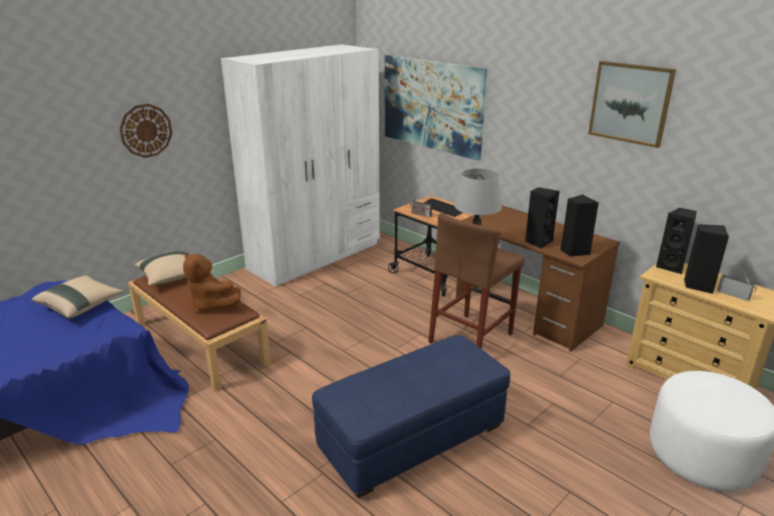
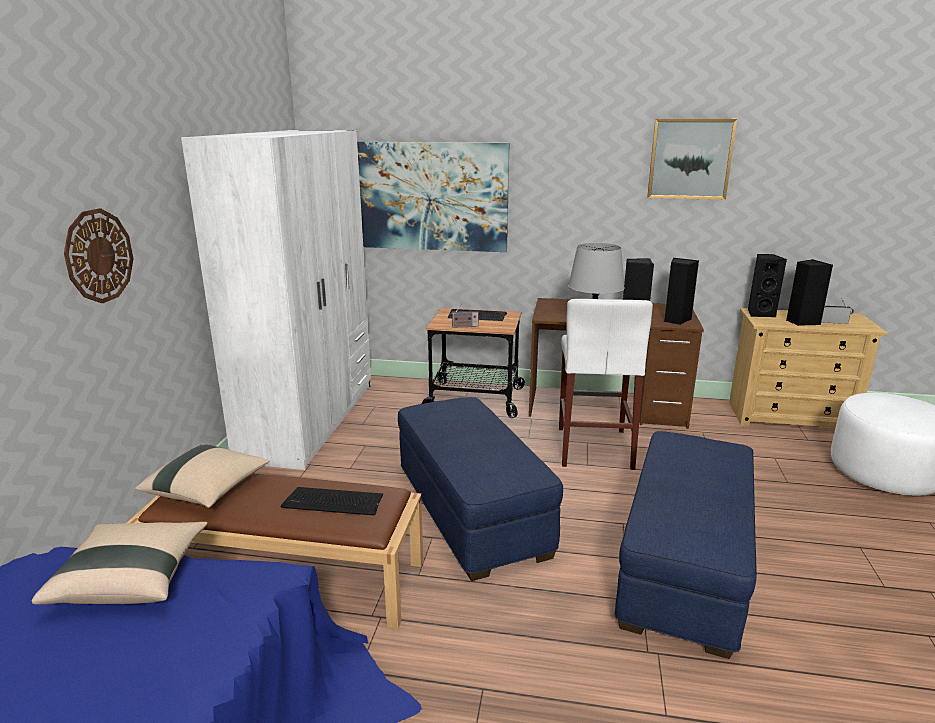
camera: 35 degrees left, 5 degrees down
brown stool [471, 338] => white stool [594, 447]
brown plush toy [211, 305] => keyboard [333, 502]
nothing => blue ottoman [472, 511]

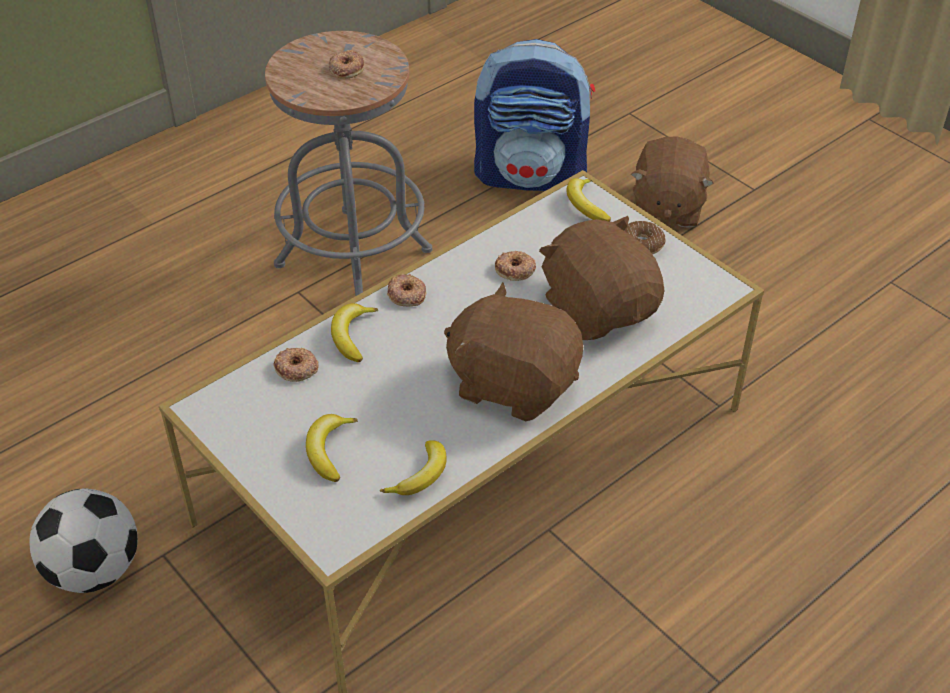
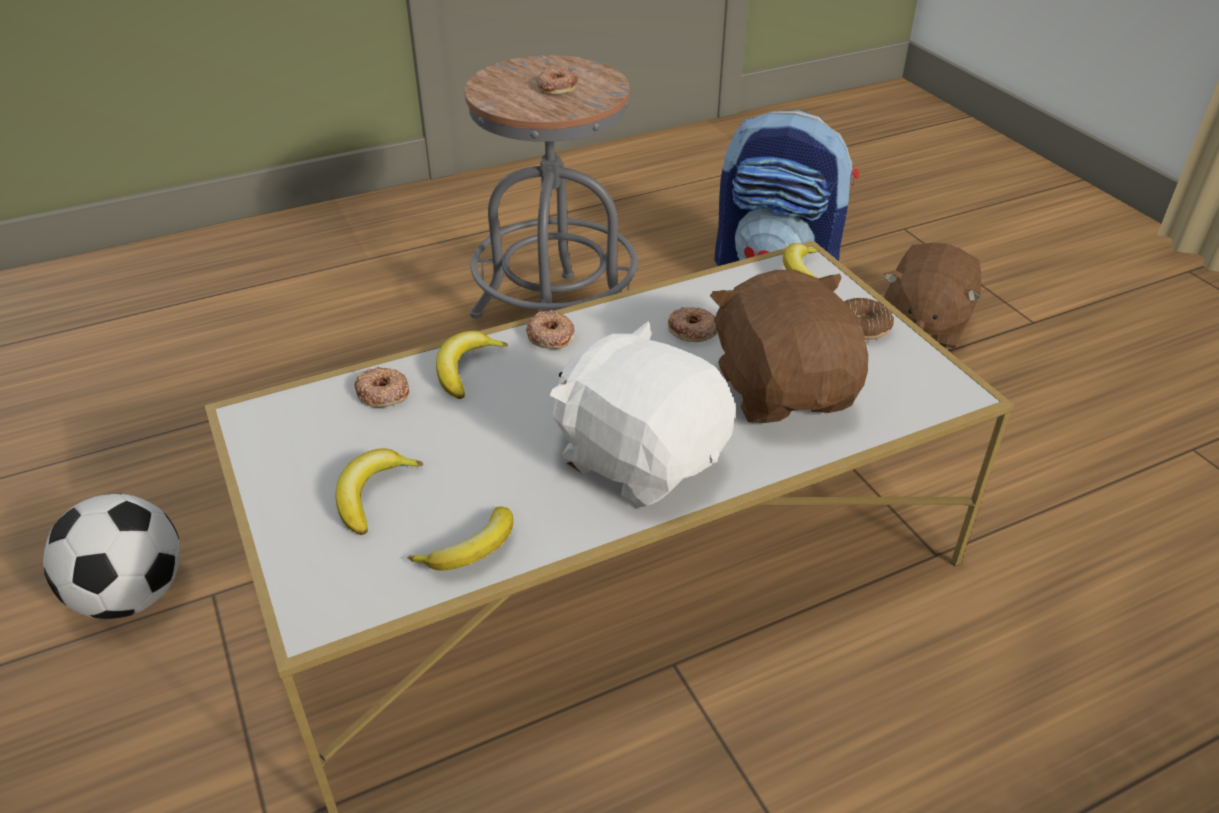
camera: 15 degrees right, 5 degrees down
brown plush toy [513, 383] => white plush toy [640, 458]

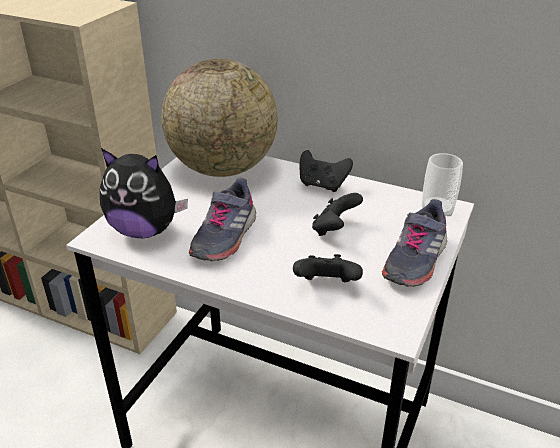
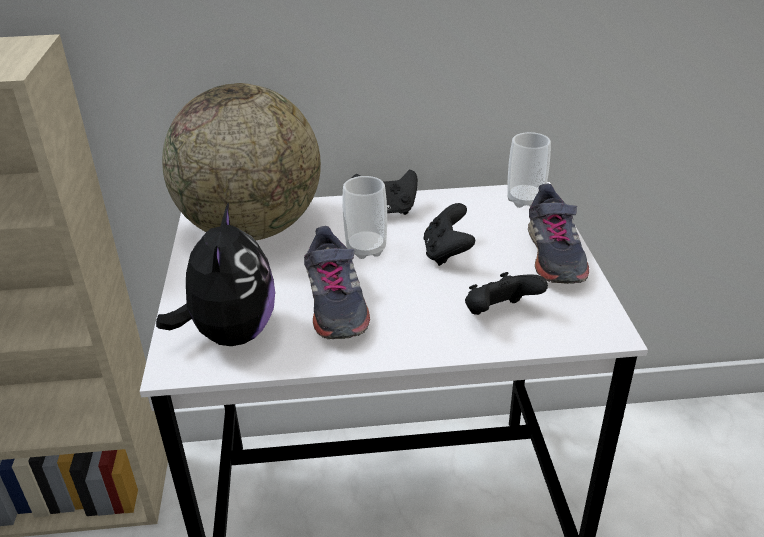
camera: 30 degrees left, 0 degrees up
plush toy [145, 230] => plush toy [230, 333], 75 degrees counterclockwise
nothing => cup [366, 249]

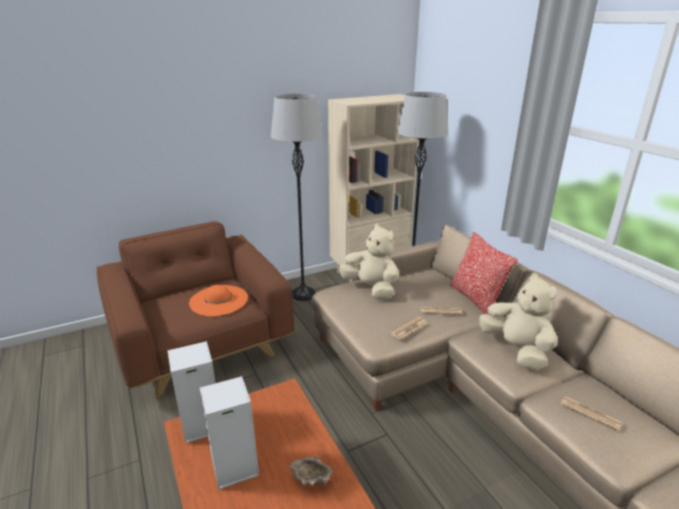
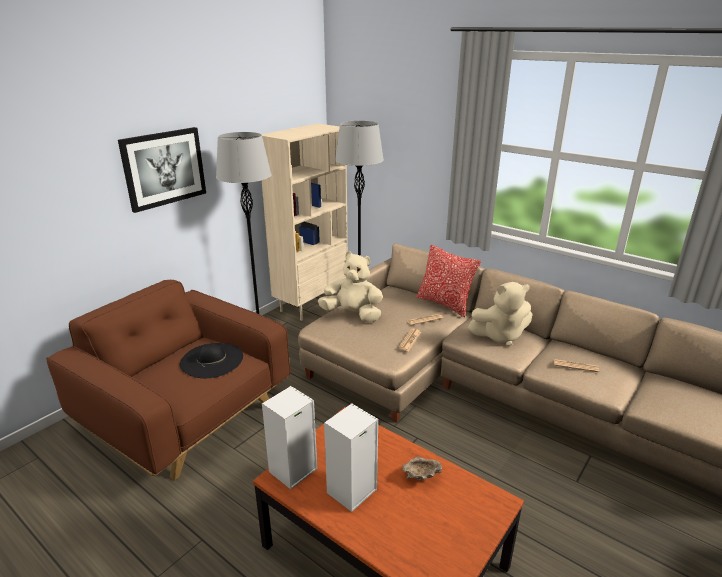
camera: 25 degrees left, 0 degrees up
beige plush toy [516, 350] => beige plush toy [500, 336], 135 degrees clockwise
orange hat [218, 300] => black hat [211, 360]
nothing => picture [164, 168]

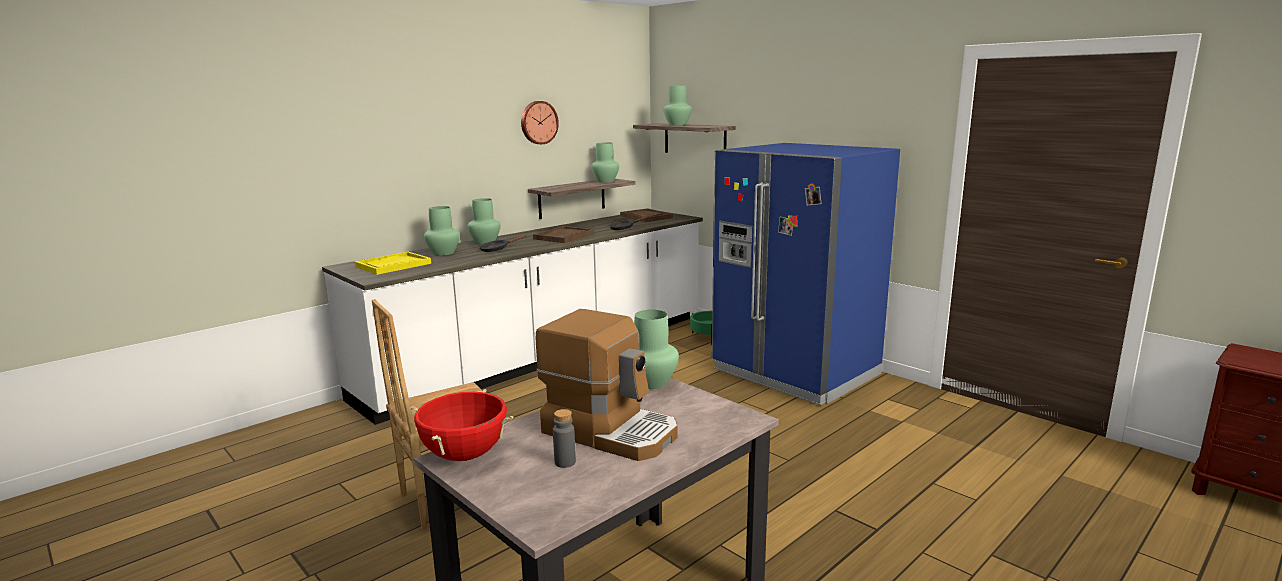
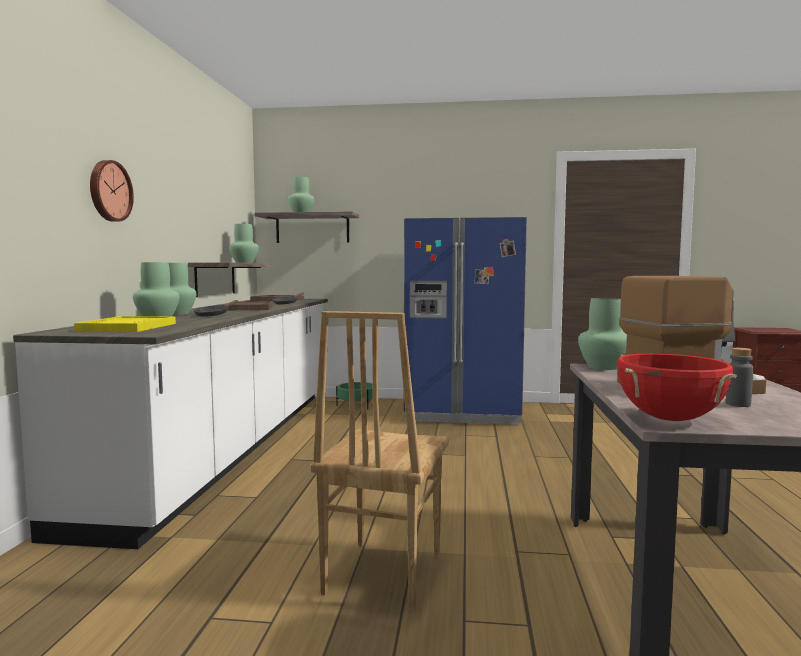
camera: 40 degrees left, 10 degrees down
wall clock [538, 122] => wall clock [109, 191], relocated

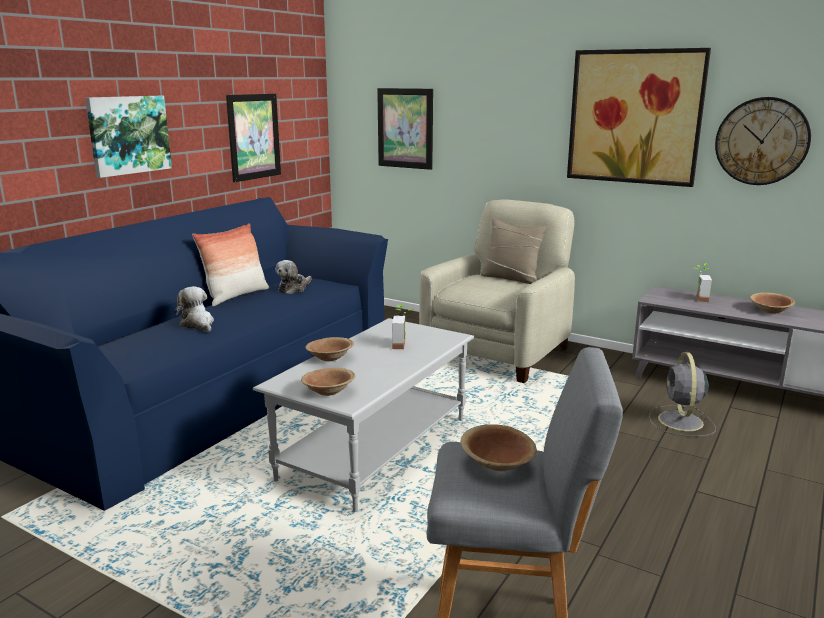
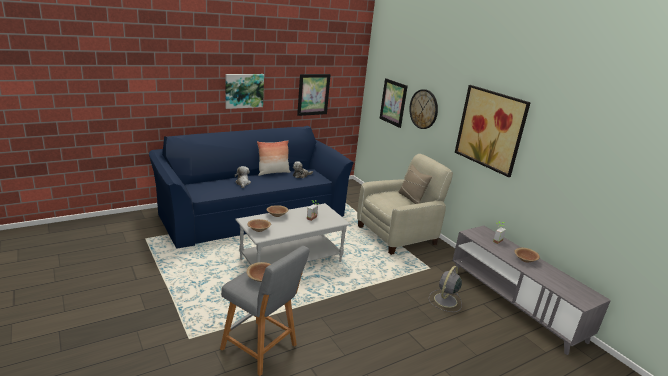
camera: 25 degrees right, 5 degrees up
wall clock [762, 141] => wall clock [424, 109], relocated

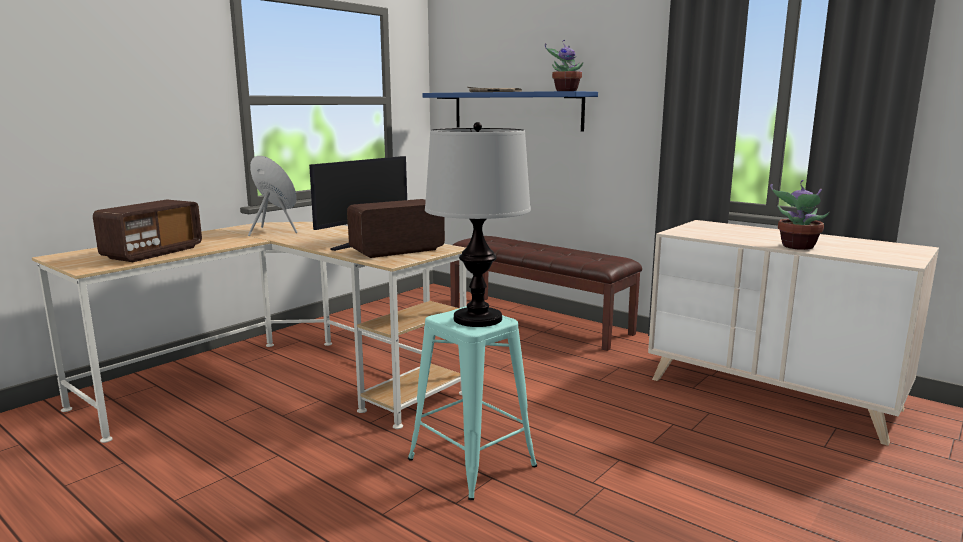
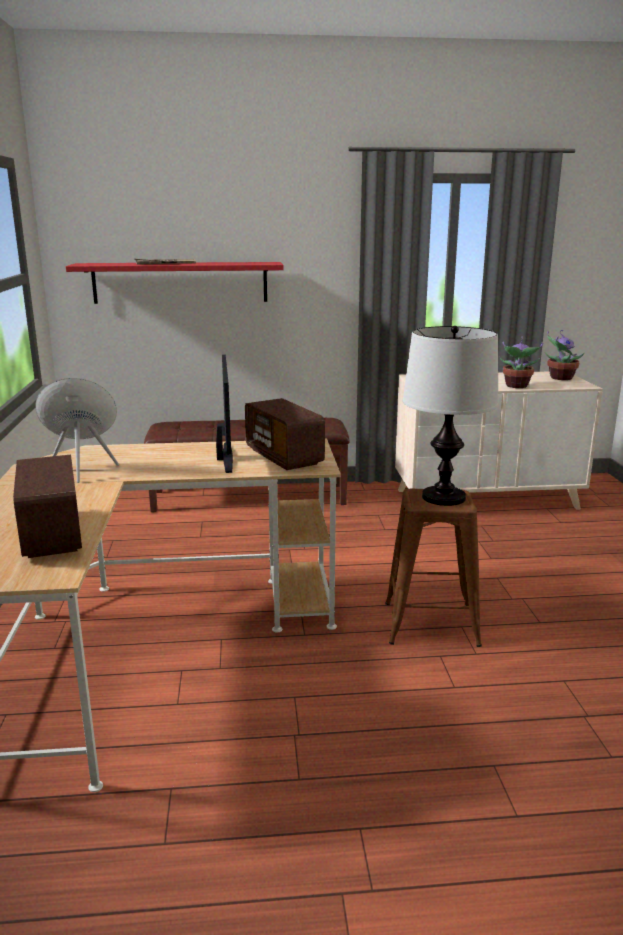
camera: 45 degrees left, 5 degrees up
potted plant [565, 91] => potted plant [559, 378], relocated
blue shelf [516, 111] => red shelf [180, 282]
radio [397, 250] => radio [284, 456], 45 degrees counterclockwise
turquoise stool [471, 462] => brown stool [431, 624]

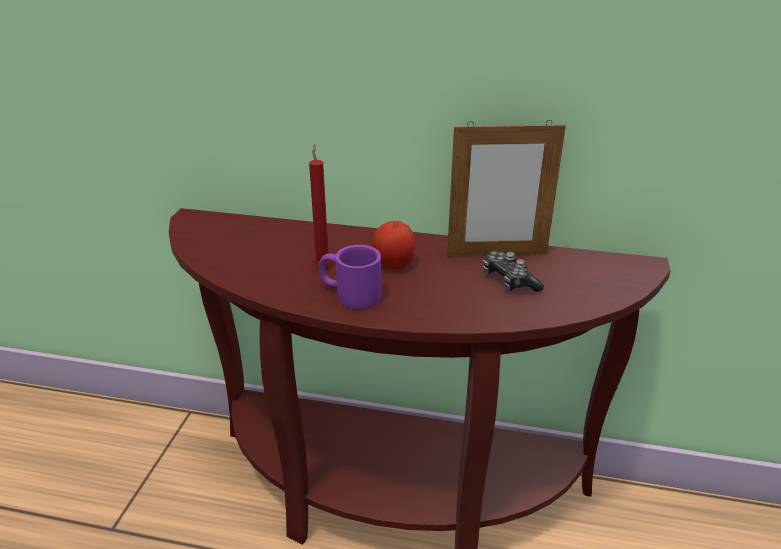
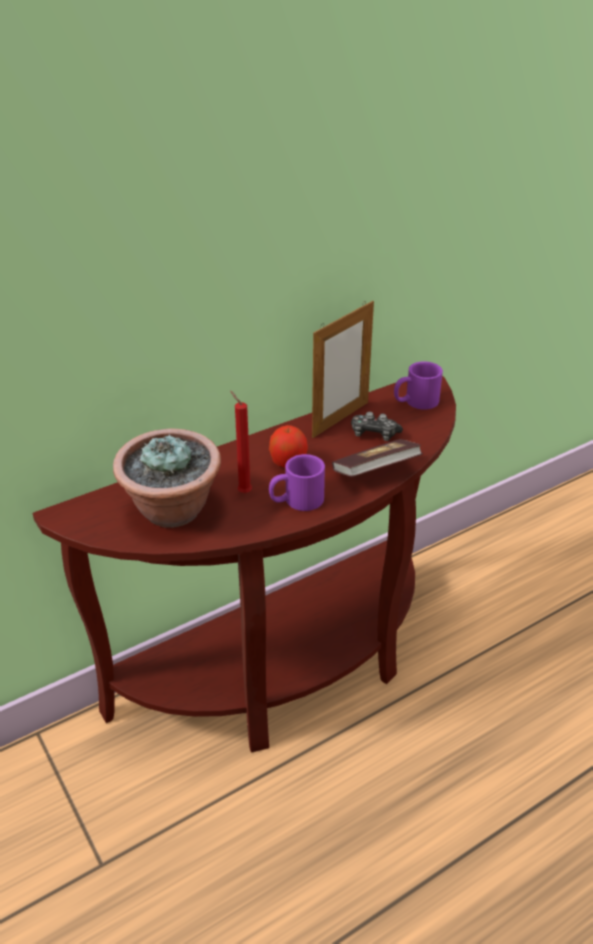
camera: 45 degrees left, 5 degrees up
nothing => purple mug [415, 402]
nothing => potted plant [173, 511]
nothing => book [375, 472]

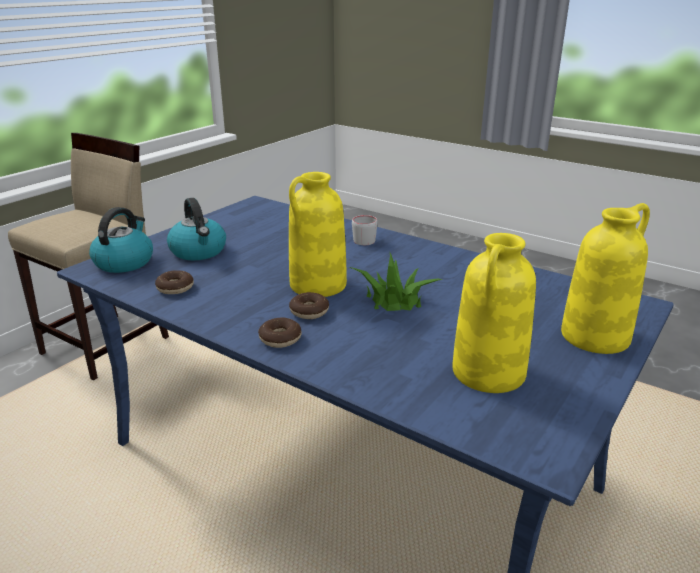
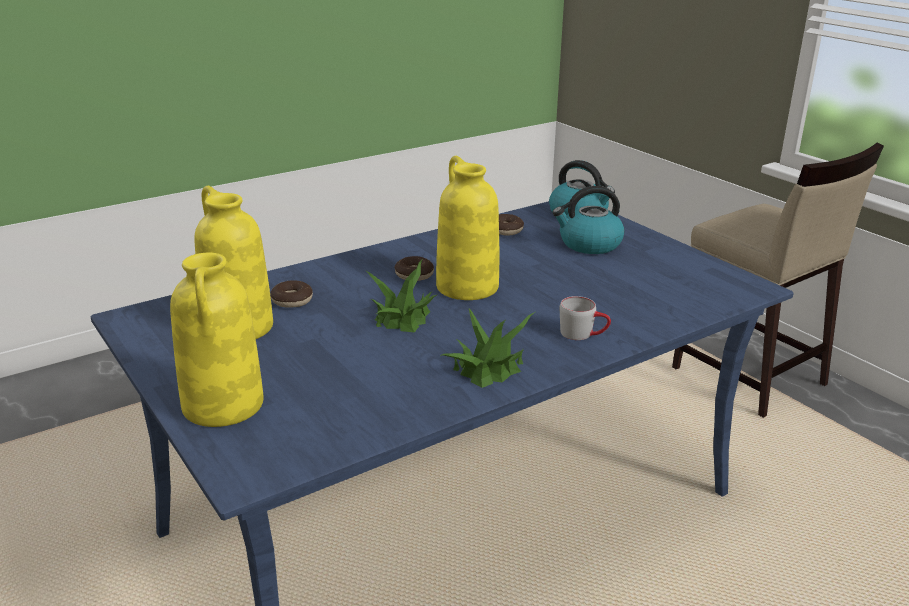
camera: 110 degrees right, 0 degrees up
donut [280, 339] => donut [292, 300], relocated
nothing => potted plant [489, 368]

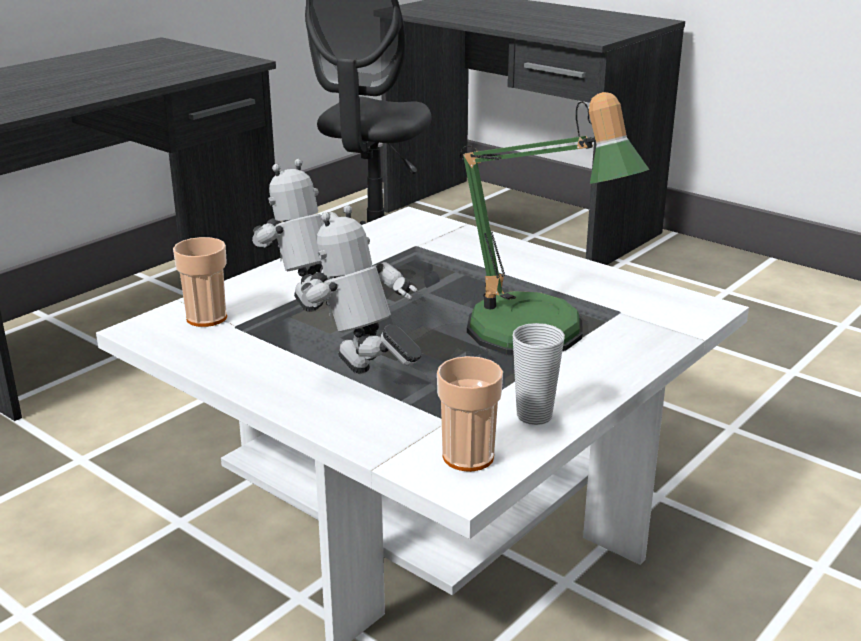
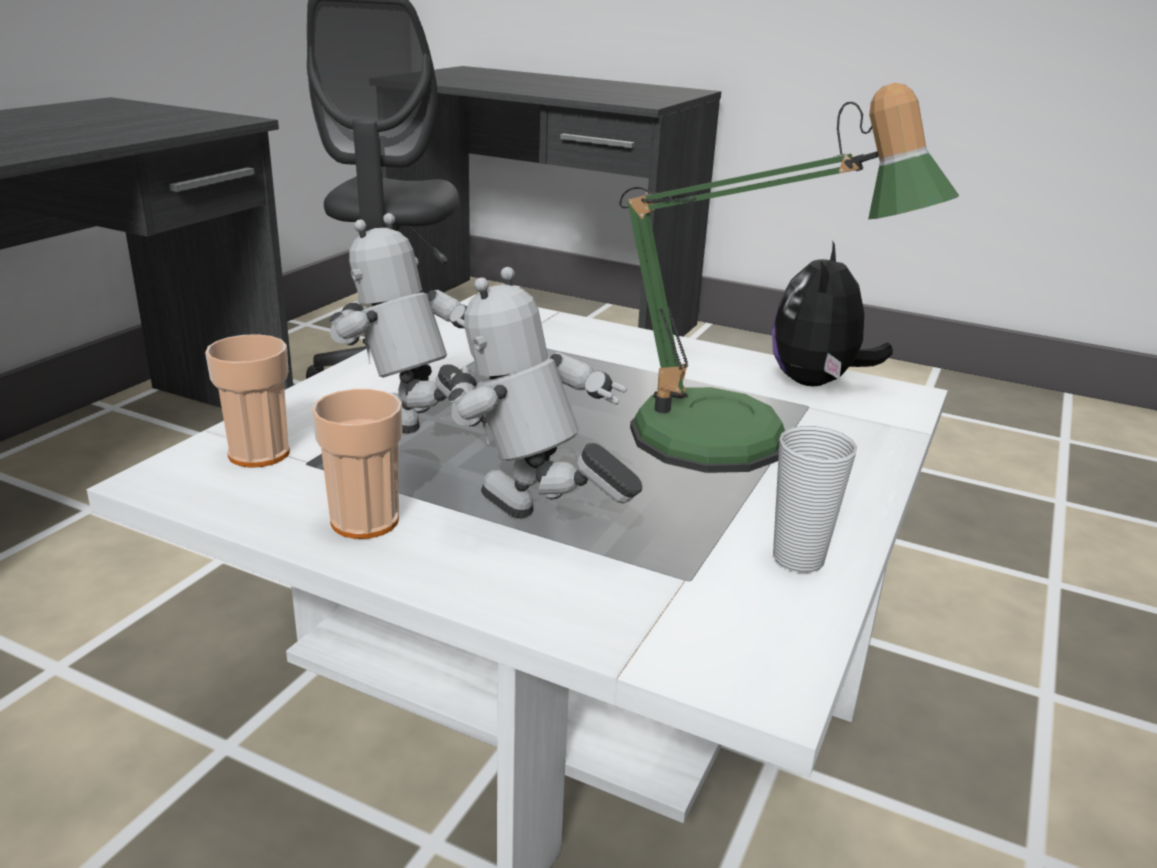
camera: 15 degrees left, 0 degrees up
cup [468, 457] => cup [365, 521], relocated
nothing => plush toy [816, 383]

